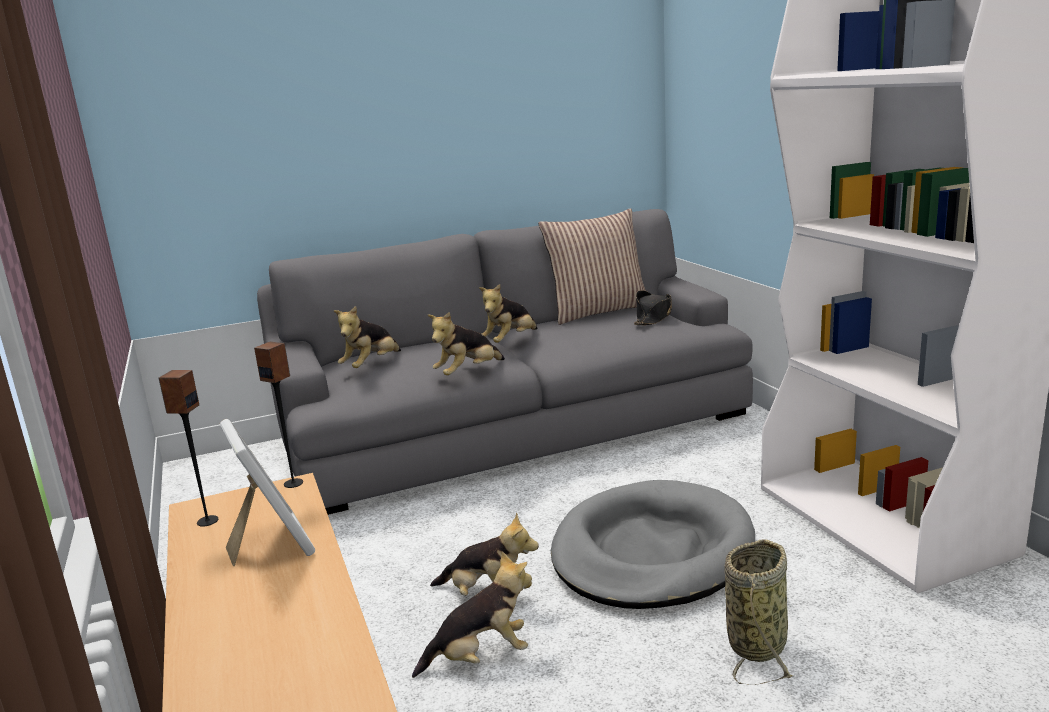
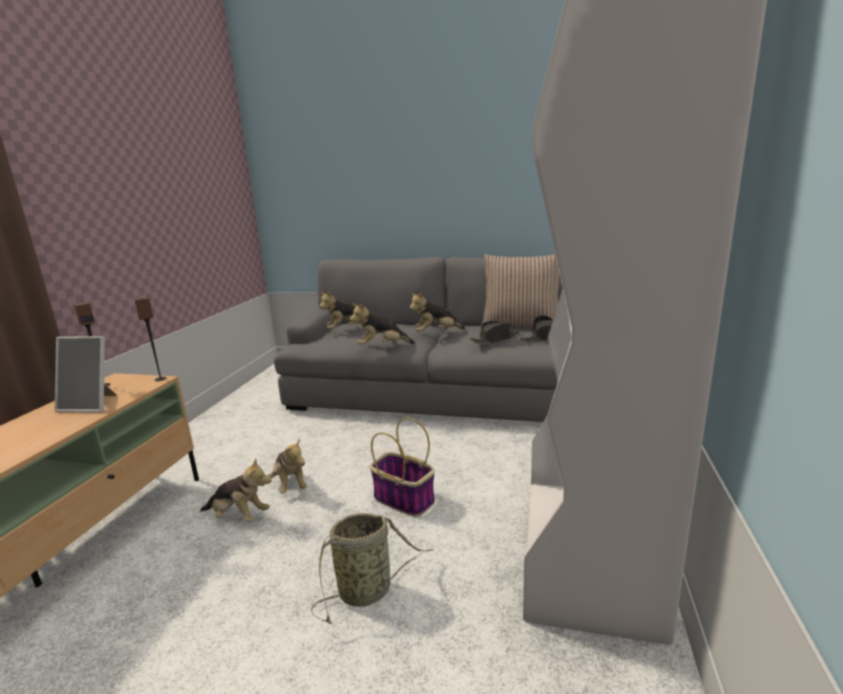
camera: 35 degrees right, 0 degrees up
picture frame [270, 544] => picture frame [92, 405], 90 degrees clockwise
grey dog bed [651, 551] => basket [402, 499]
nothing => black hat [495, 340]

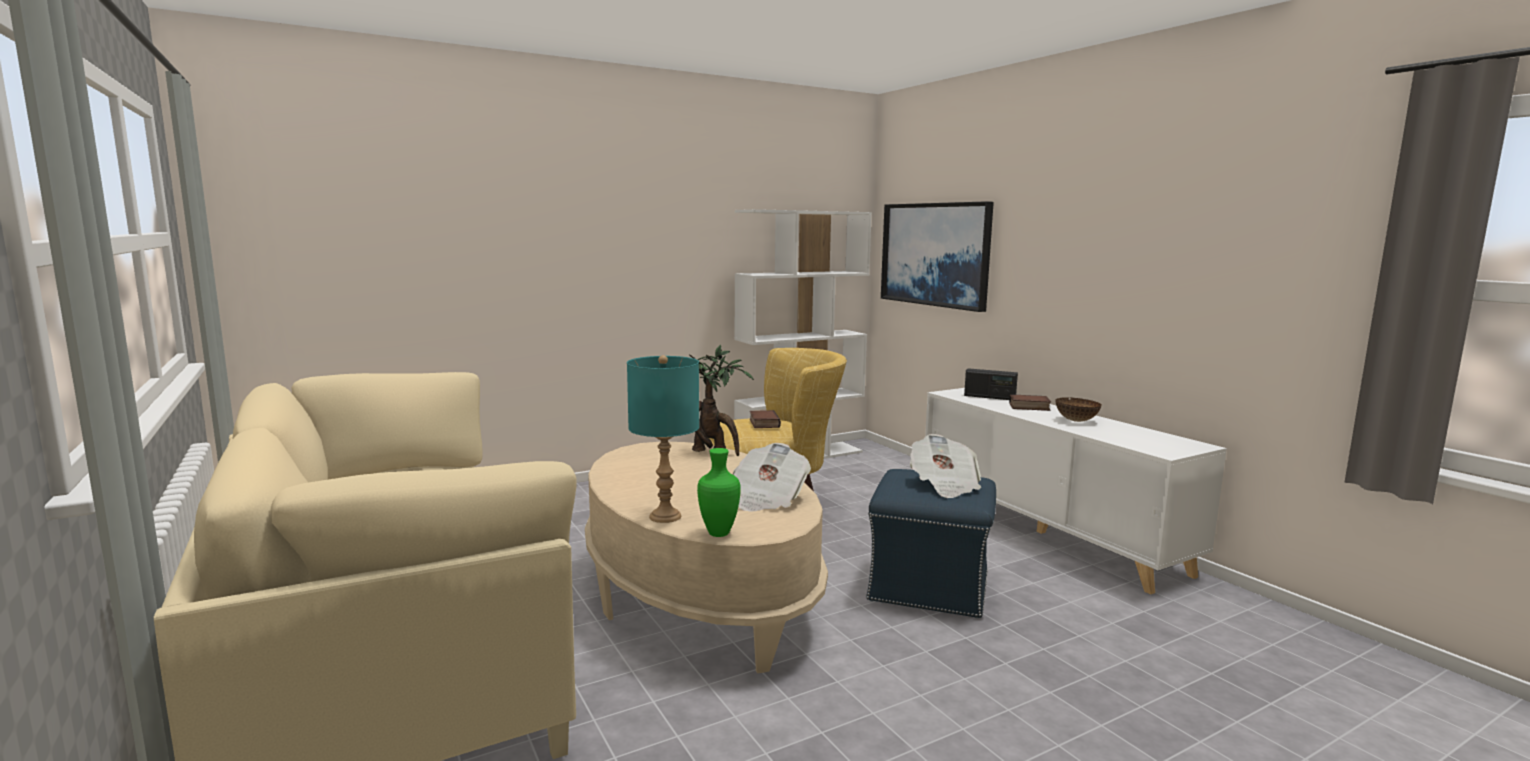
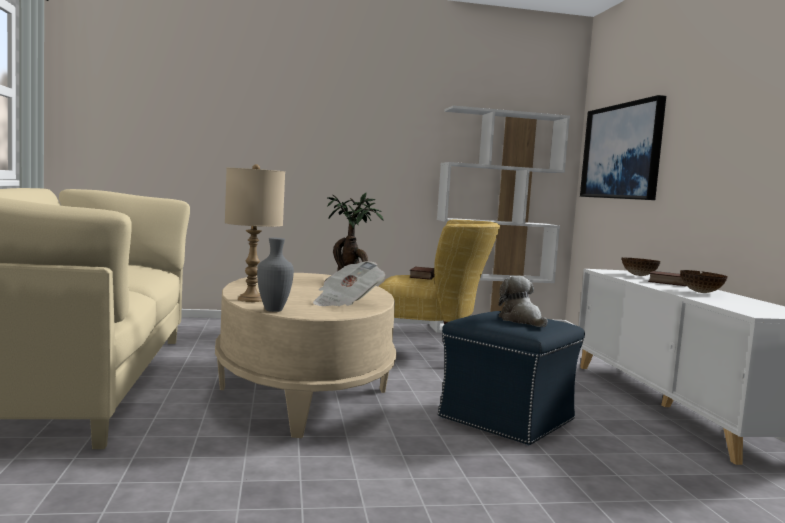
camera: 20 degrees right, 5 degrees down
turquoise table lamp [665, 517] => beige table lamp [251, 299]
radio [989, 397] => bowl [639, 275]
newspaper [944, 485] => plush toy [521, 321]
green vase [719, 533] => grey vase [274, 310]

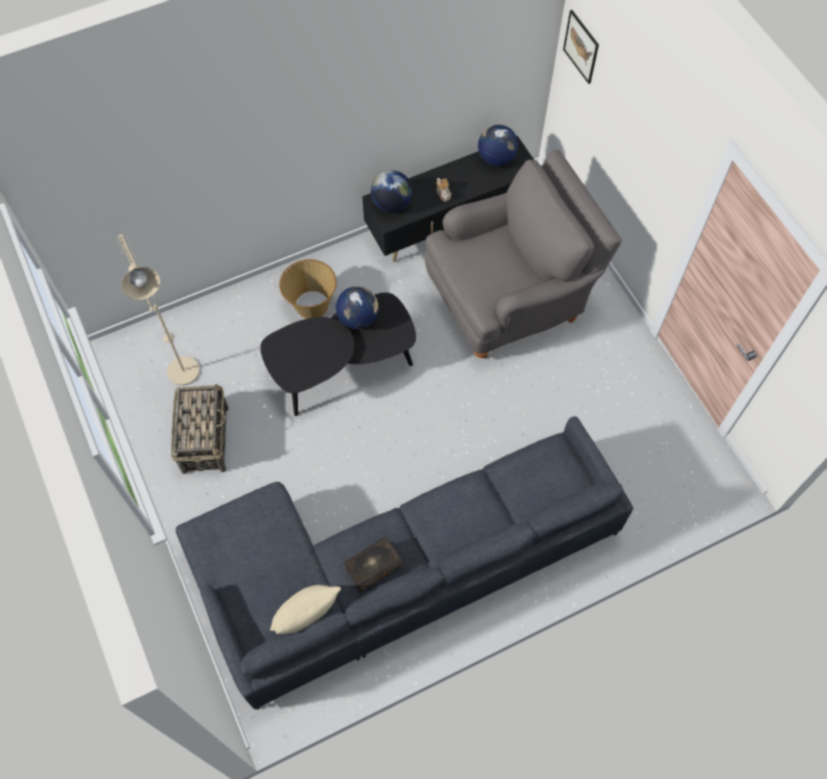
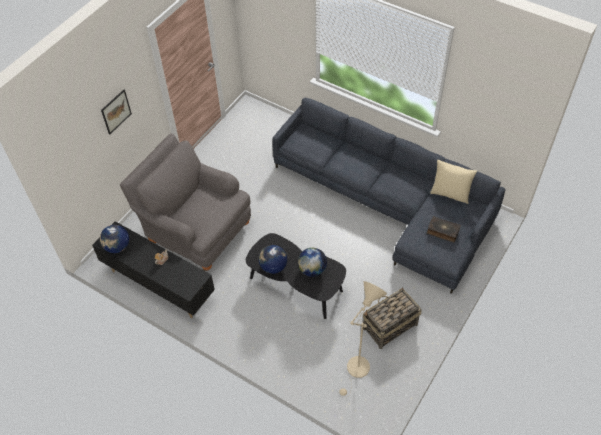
camera: 120 degrees left, 10 degrees down
picture [581, 46] => picture [116, 111], relocated
globe [391, 203] => globe [312, 270], relocated
basket [311, 304] => nothing
book [373, 565] => book [443, 231], relocated

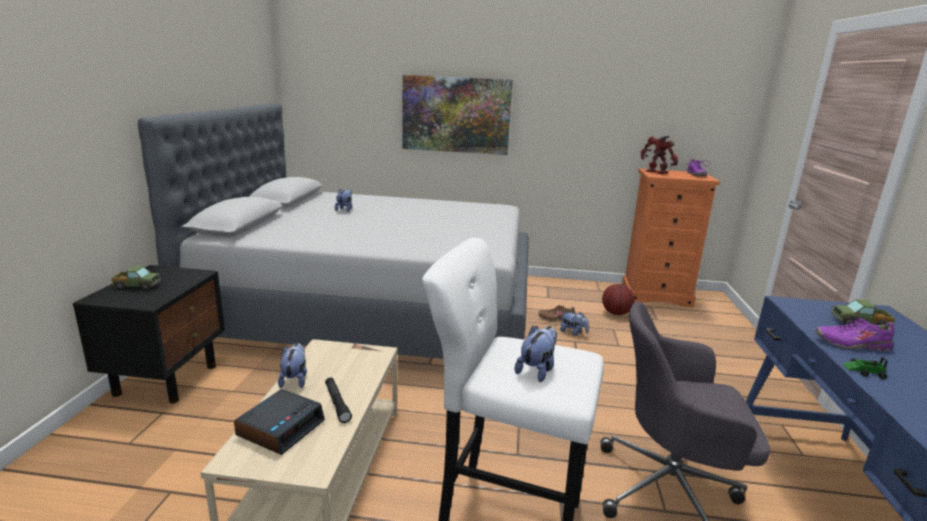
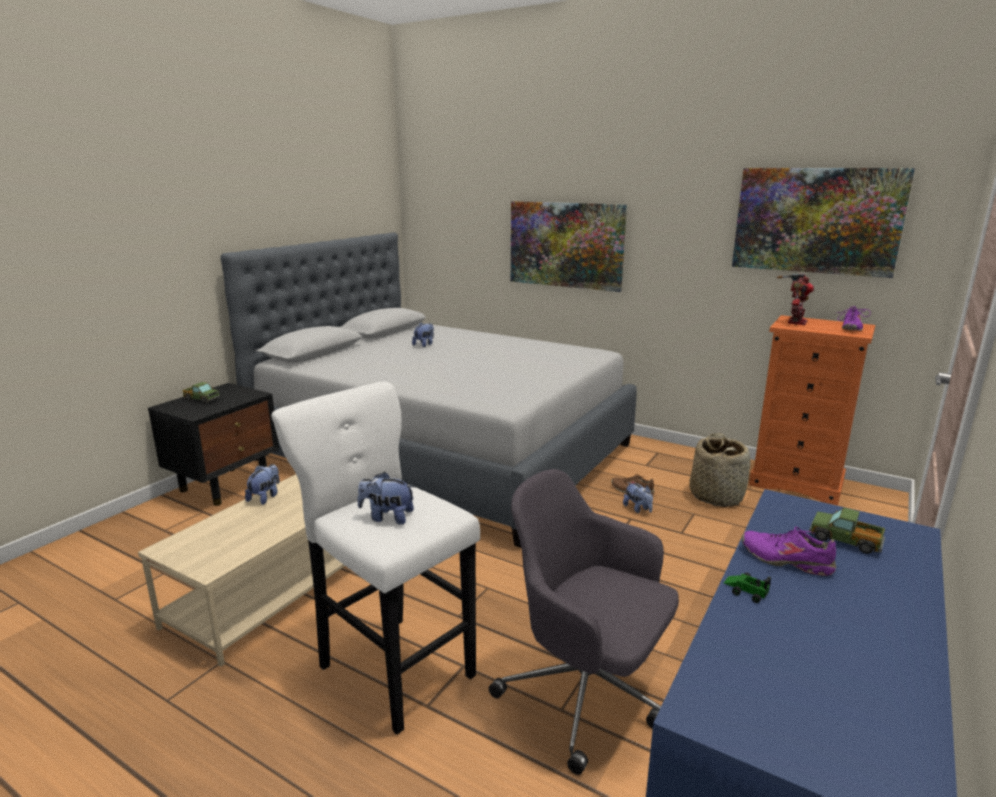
camera: 25 degrees right, 0 degrees up
toy robot [656, 172] => toy robot [795, 322], 45 degrees clockwise
basketball [616, 313] => basket [716, 496]
plush toy [537, 370] => plush toy [387, 517], 135 degrees counterclockwise
black flashlight [337, 403] => nothing
alarm clock [281, 428] => nothing
nothing => picture [816, 220]

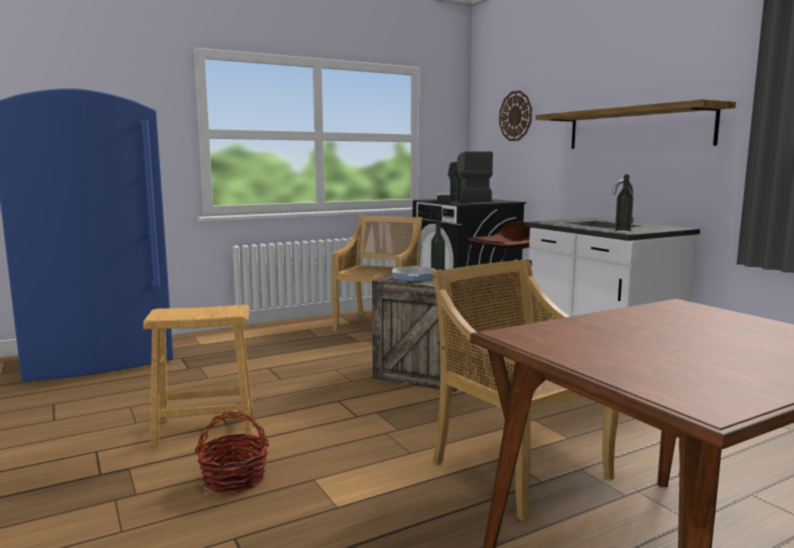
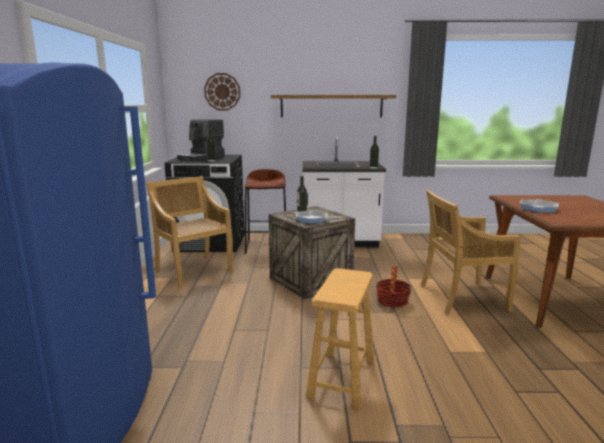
camera: 60 degrees left, 5 degrees up
basket [234, 479] => basket [392, 301], relocated
nothing => frying pan [538, 209]

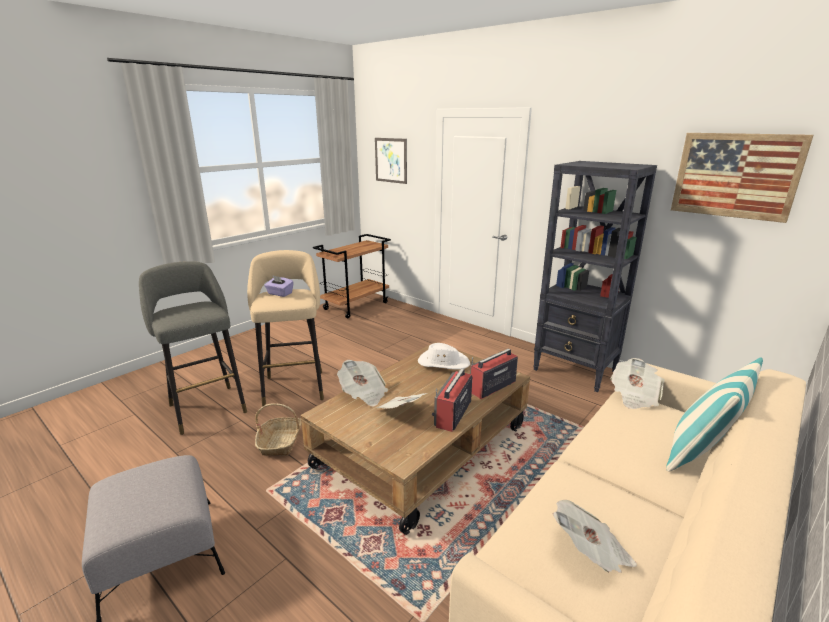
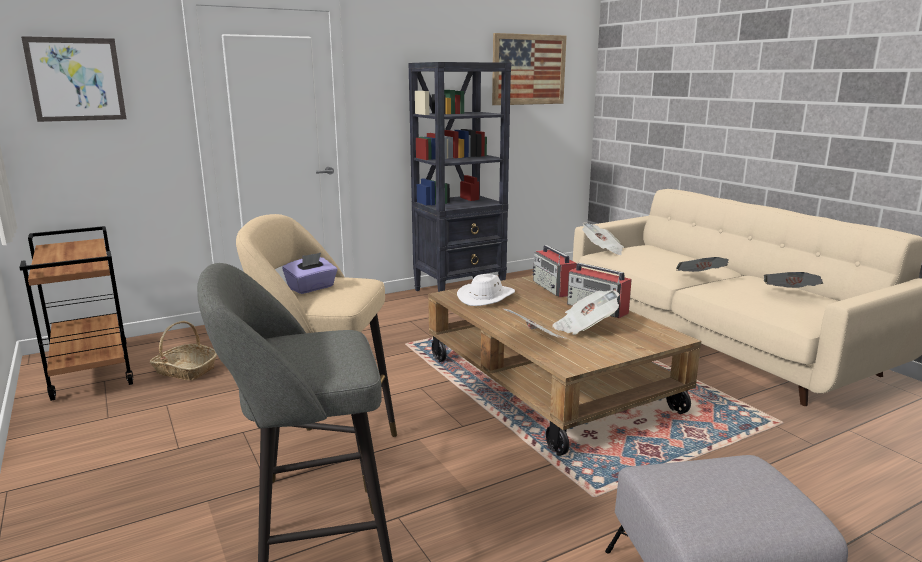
camera: 70 degrees left, 5 degrees down
pillow [701, 453] => nothing
basket [280, 442] => basket [185, 370], relocated
nothing => newspaper [700, 278]

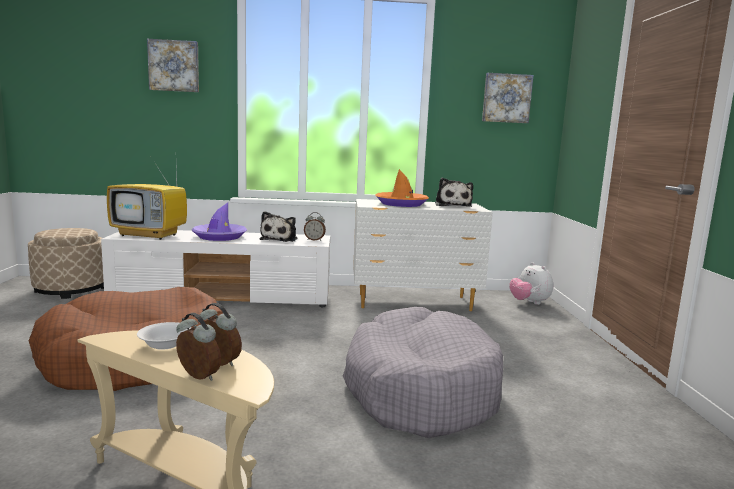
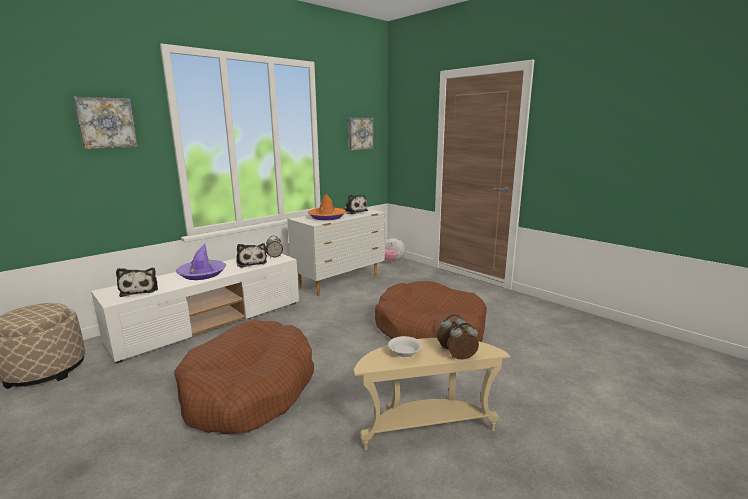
camera: 40 degrees left, 5 degrees up
television [151, 235] => plush toy [140, 290]
grey dog bed [420, 389] => brown dog bed [429, 330]

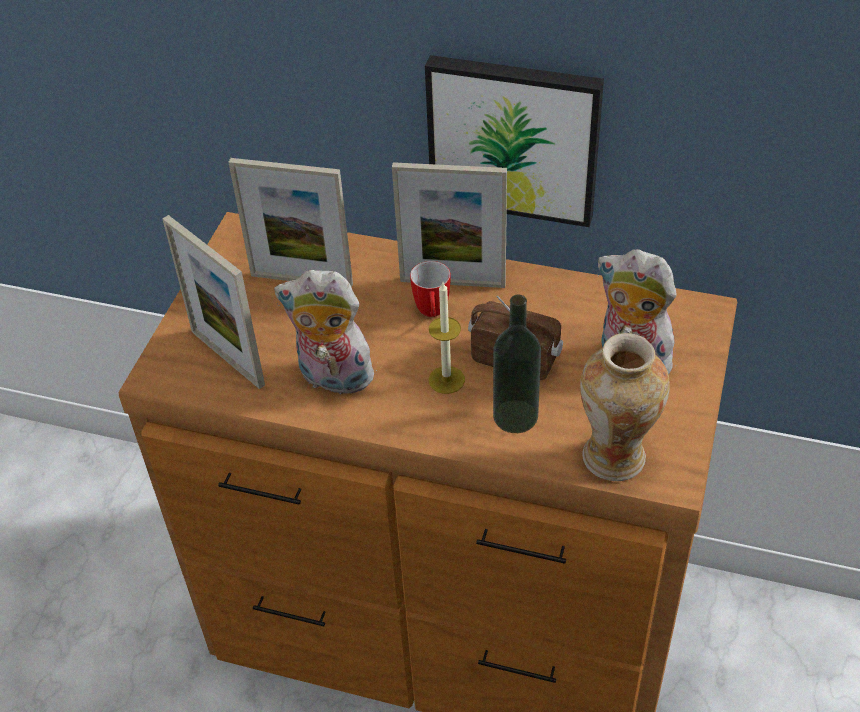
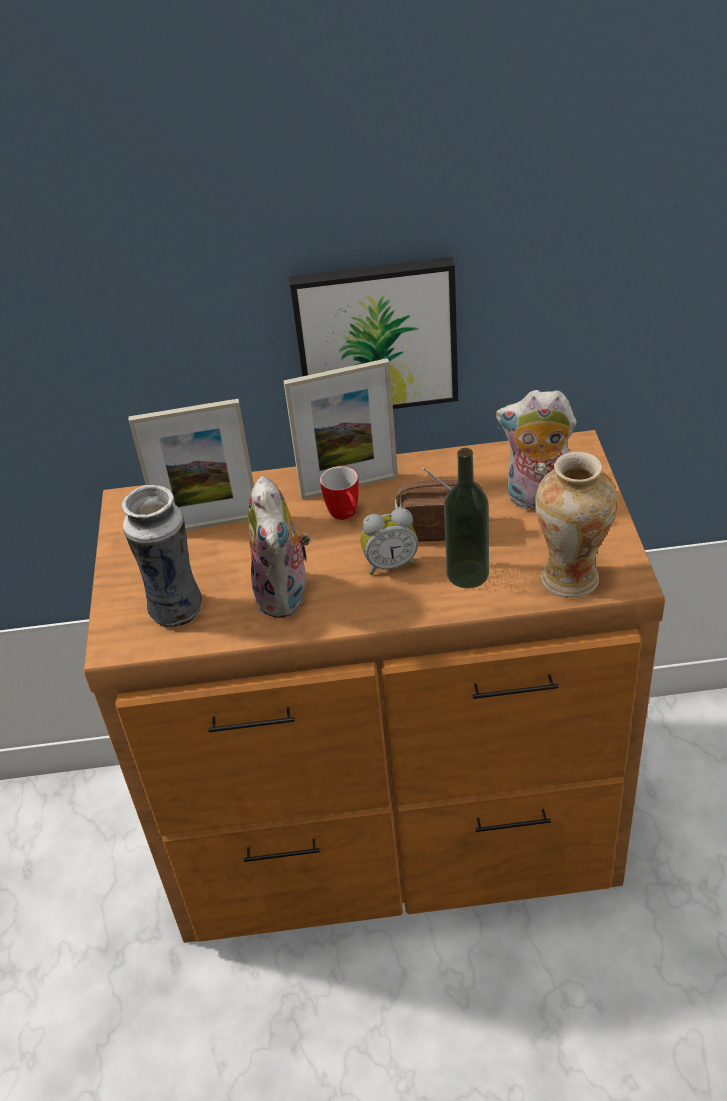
camera: 20 degrees left, 5 degrees down
picture frame [227, 358] => vase [176, 609]
plush toy [332, 379] => plush toy [286, 595], 90 degrees counterclockwise
candle [446, 380] => alarm clock [390, 564]

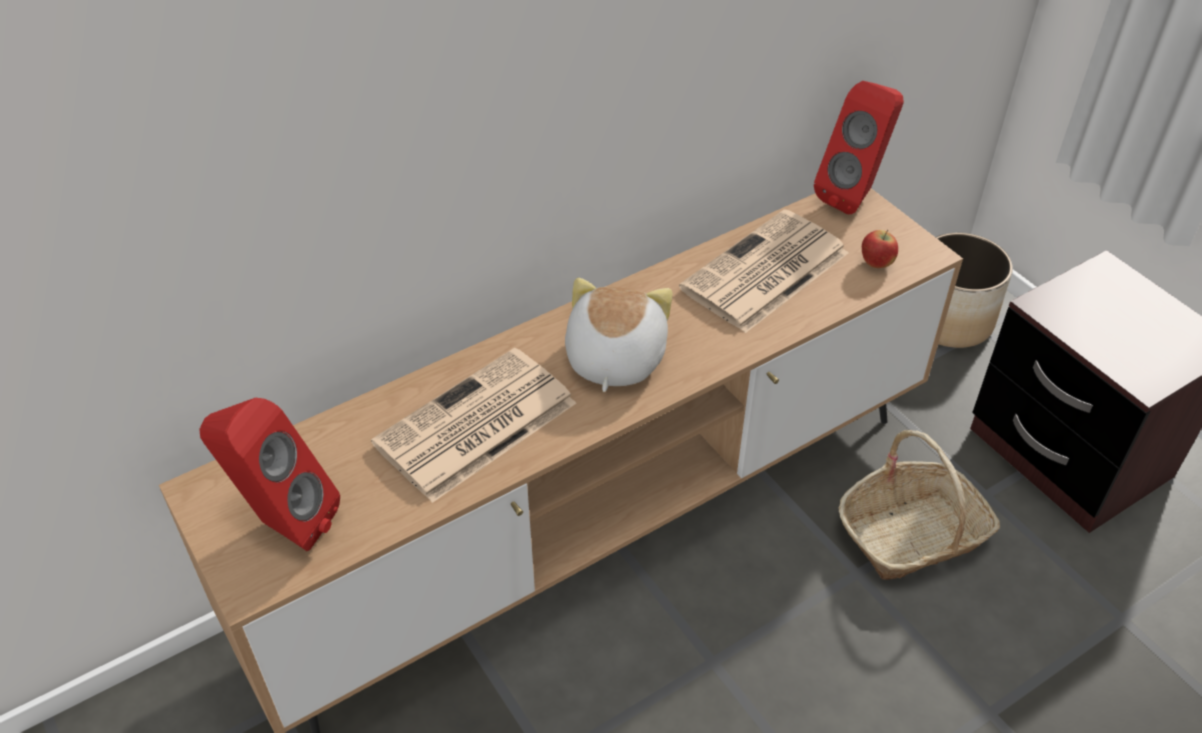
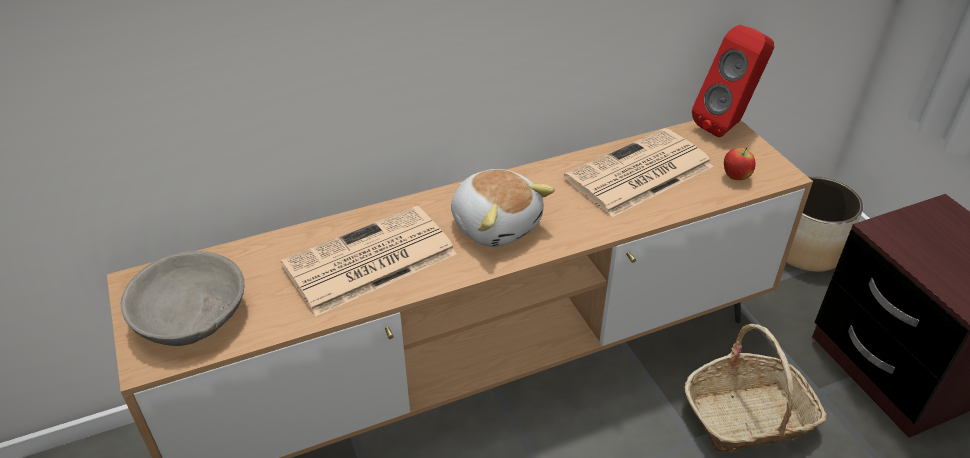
camera: 10 degrees right, 5 degrees down
plush toy [613, 359] => plush toy [496, 224], 120 degrees clockwise
red speaker [282, 522] => grey bowl [191, 315]

